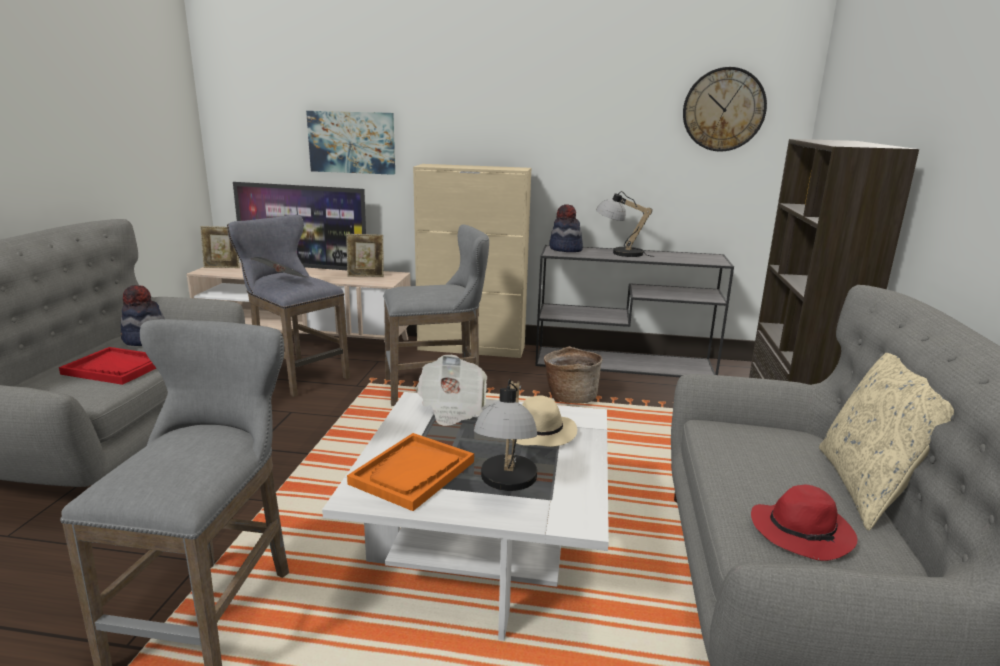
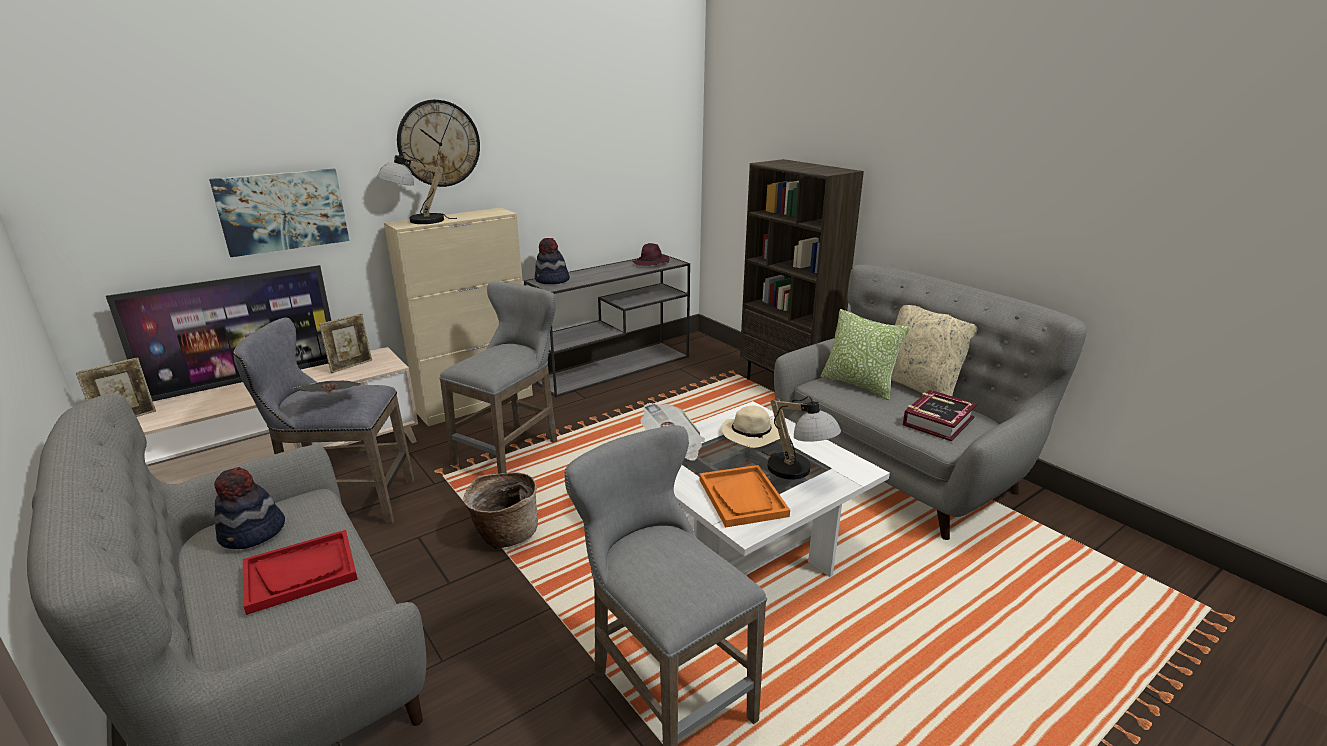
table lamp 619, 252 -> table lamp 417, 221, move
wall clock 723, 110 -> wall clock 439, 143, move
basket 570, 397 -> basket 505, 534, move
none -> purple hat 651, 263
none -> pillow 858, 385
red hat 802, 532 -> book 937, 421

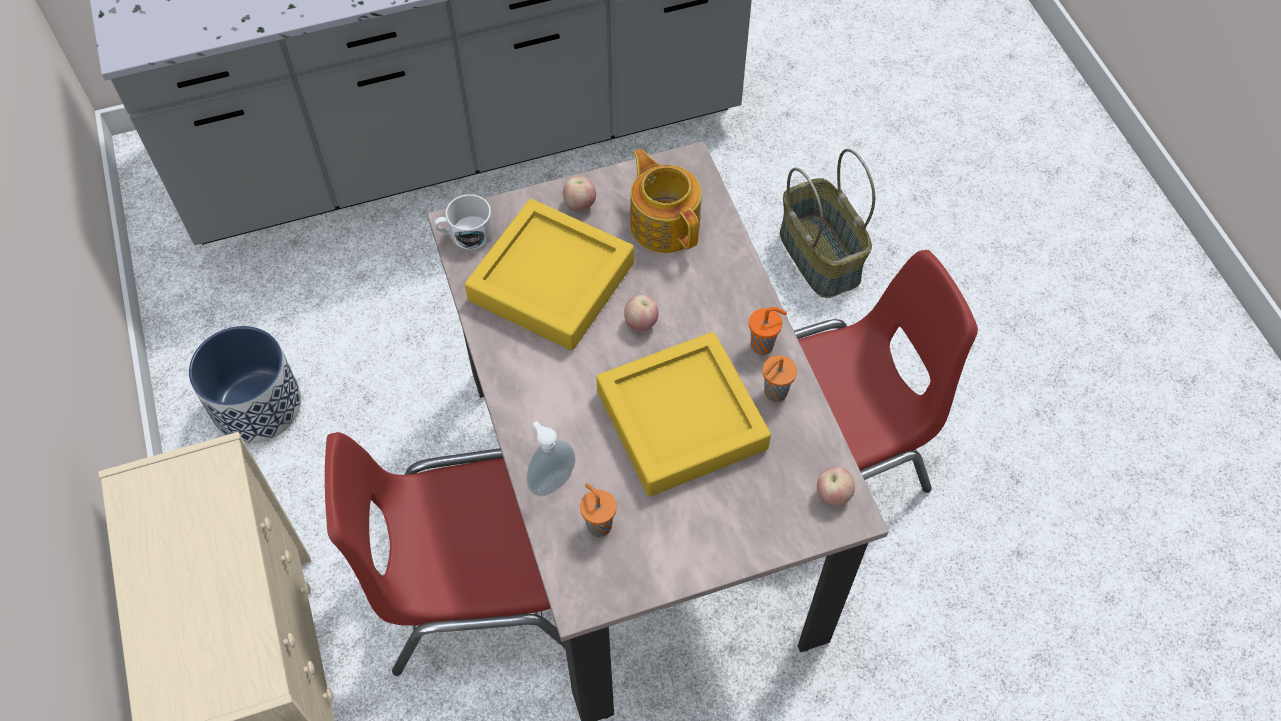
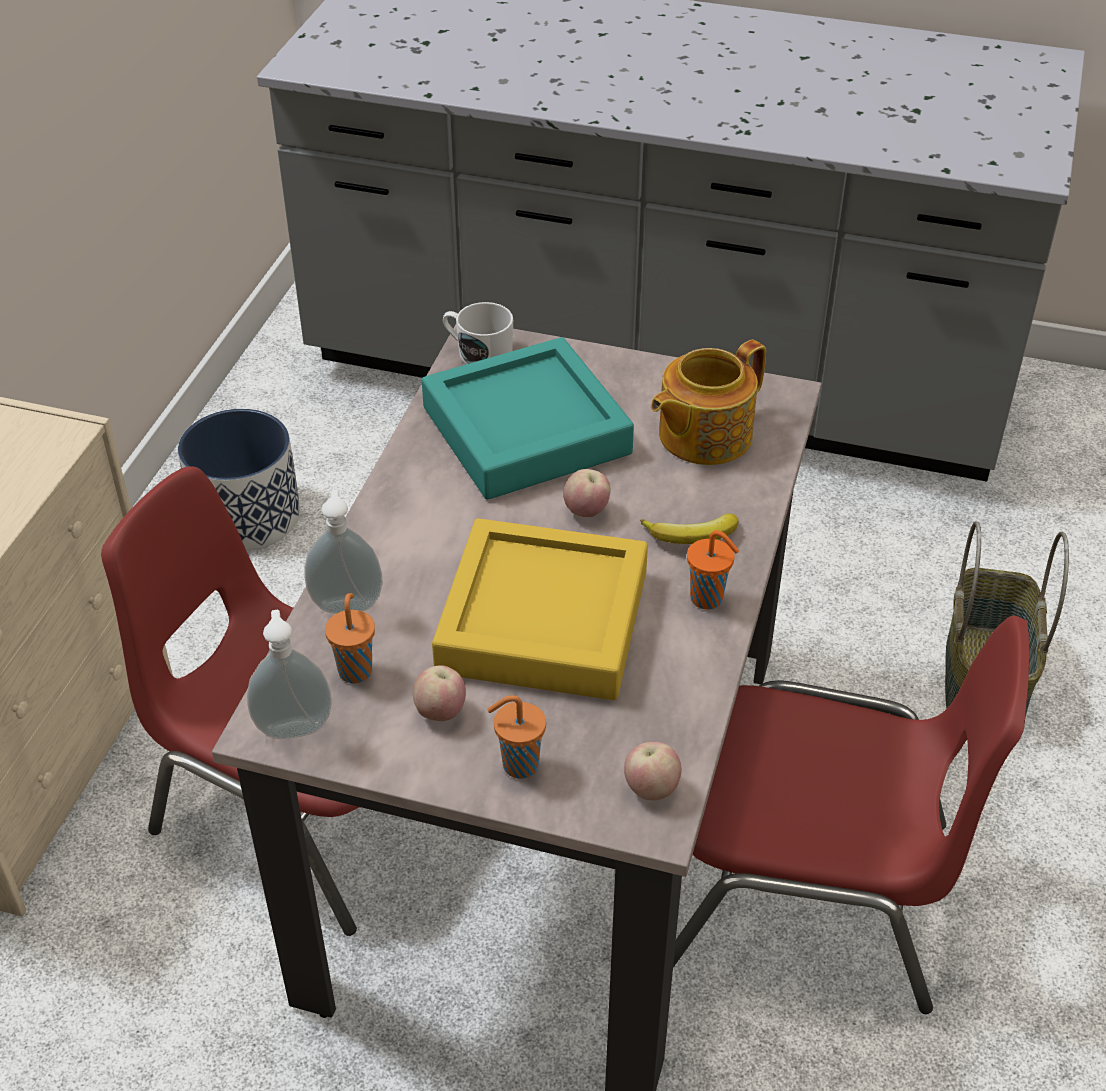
none -> soap dispenser 294, 726
apple 580, 204 -> apple 440, 712, move
yellow tray 551, 281 -> turquoise tray 526, 430
orange cup 774, 393 -> orange cup 518, 765, move
none -> banana 692, 537
teapot 665, 223 -> teapot 702, 435, 135 degrees counterclockwise

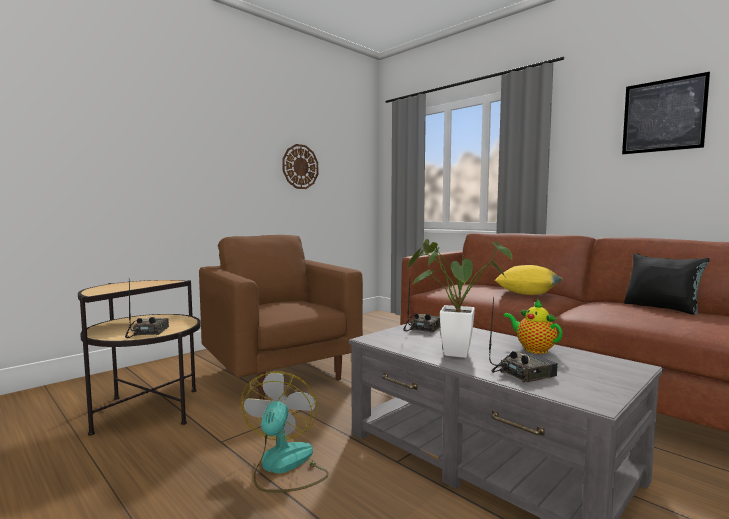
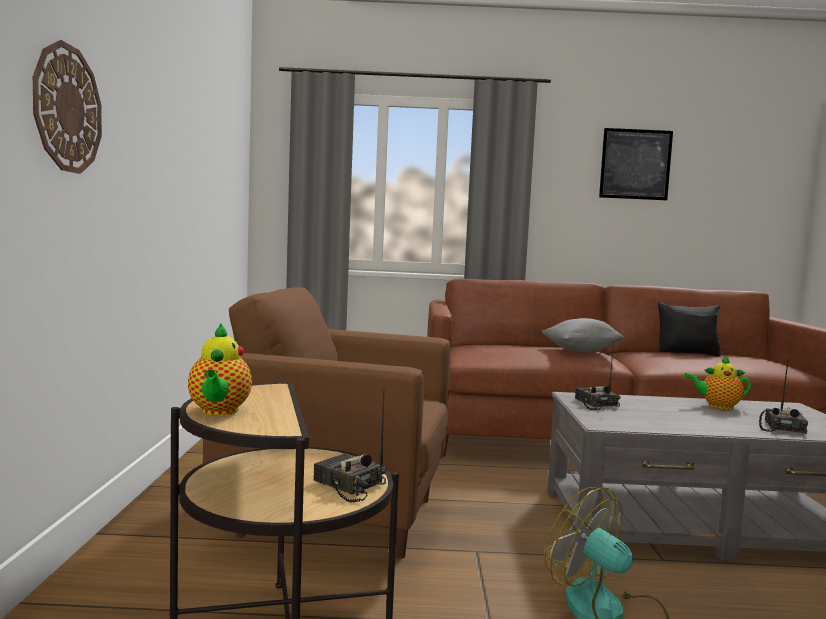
wall clock 300, 166 -> wall clock 67, 109, move
none -> teapot 219, 412
yellow pillow 528, 293 -> grey pillow 581, 351
potted plant 449, 353 -> none

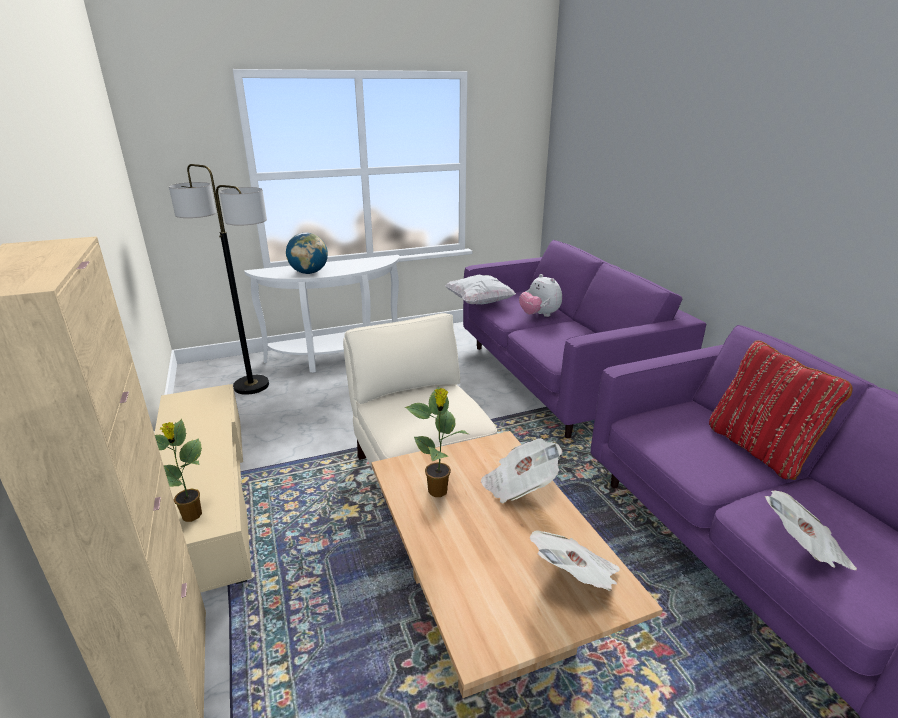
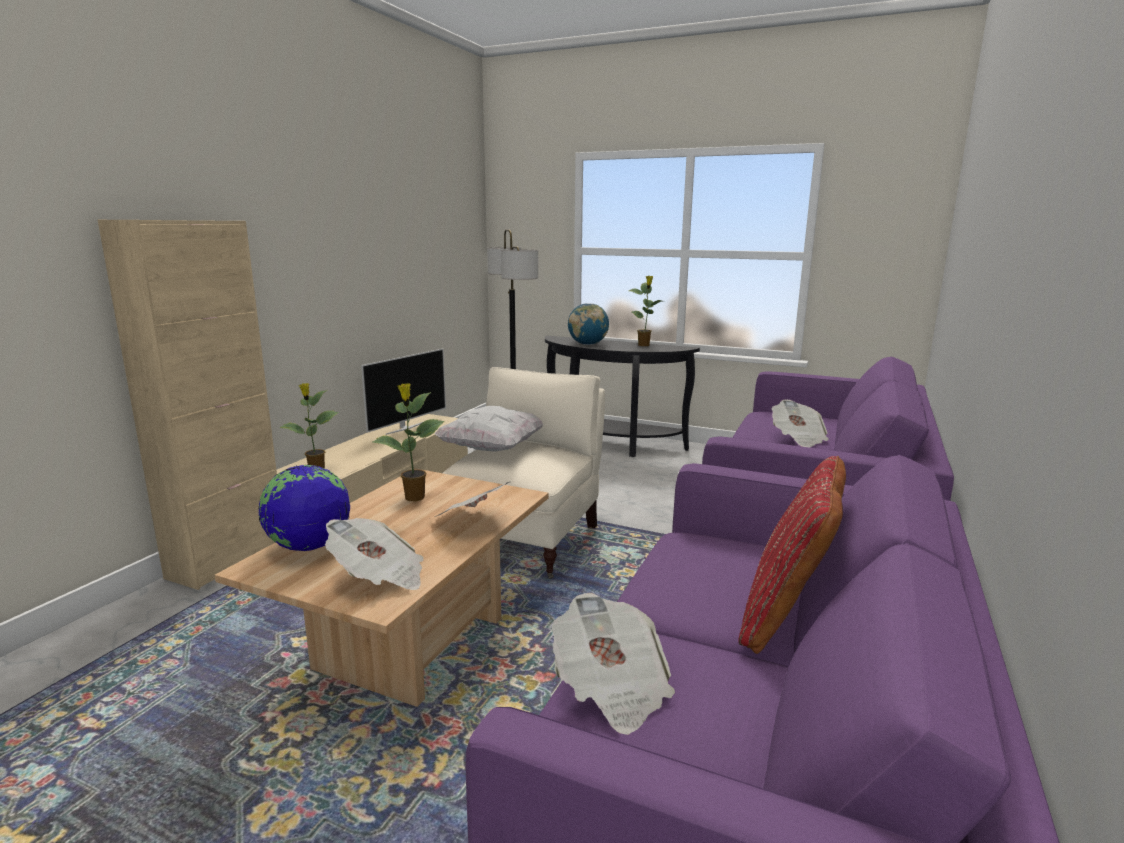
none -> globe 309, 546
none -> television 406, 427
white pillow 479, 302 -> white pillow 492, 449, move
white console table 337, 358 -> black console table 609, 445
none -> potted plant 644, 345
plush toy 539, 315 -> newspaper 798, 438

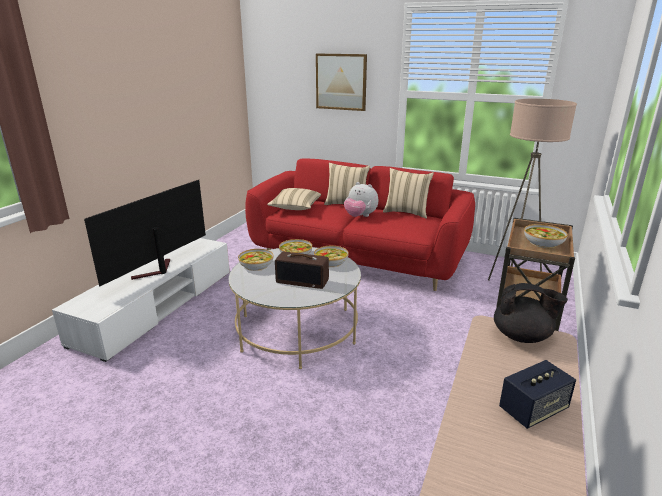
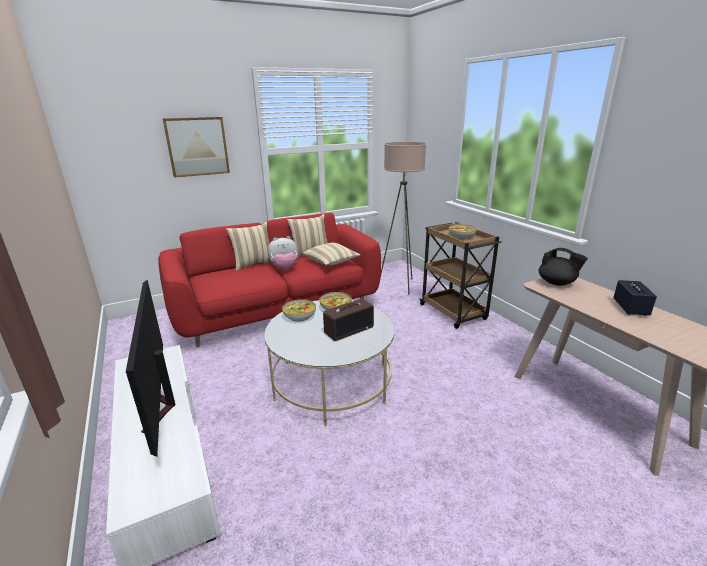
beige pillow 295, 208 -> beige pillow 331, 262, move
black teapot 522, 336 -> black teapot 557, 283, 75 degrees clockwise
bowl 256, 265 -> none

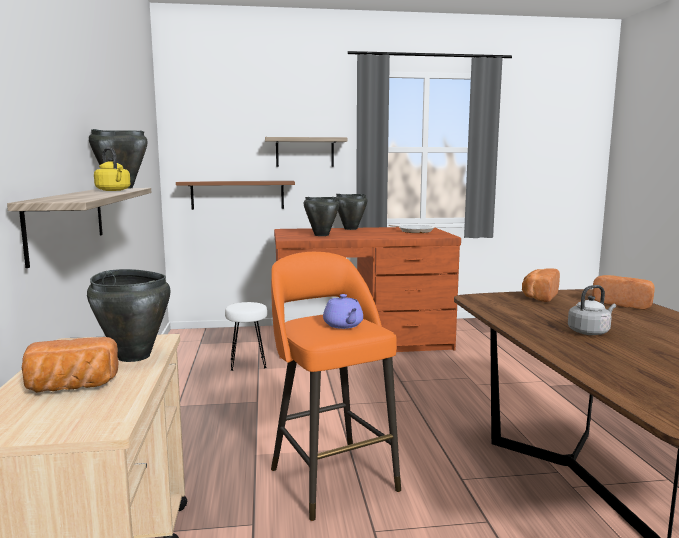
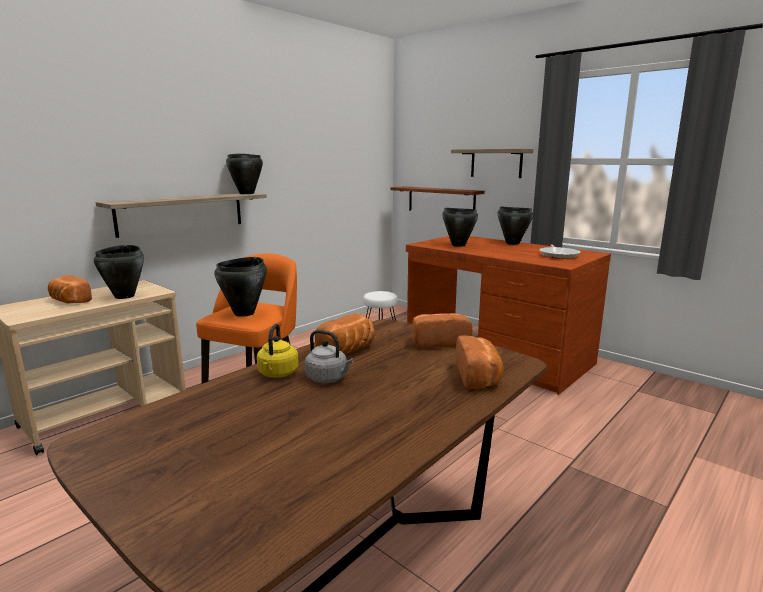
purple teapot 343, 325 -> black cooking pot 245, 313
yellow kettle 114, 190 -> yellow kettle 277, 374, move
none -> bread 348, 350

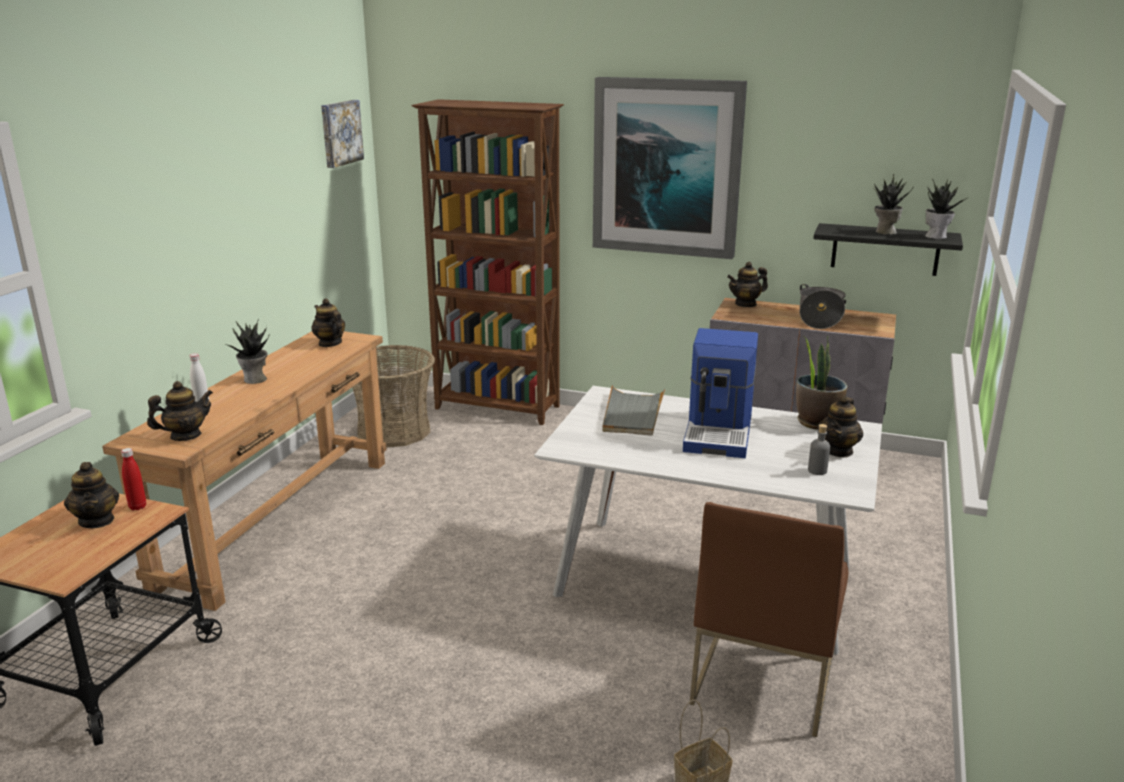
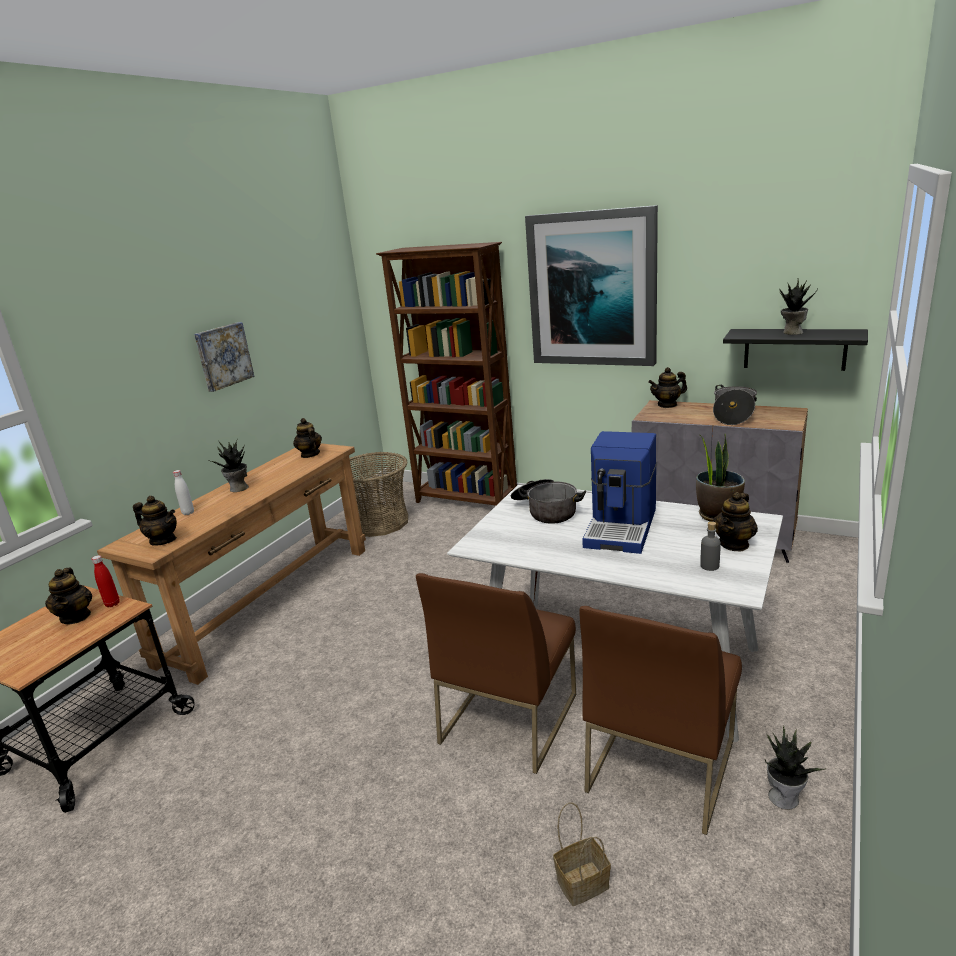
teapot 185, 436 -> teapot 163, 540, 45 degrees clockwise
picture 340, 133 -> picture 223, 356, move
none -> brown chair 508, 717
grey tray 632, 414 -> cooking pot 546, 511
potted plant 936, 236 -> potted plant 784, 797, move

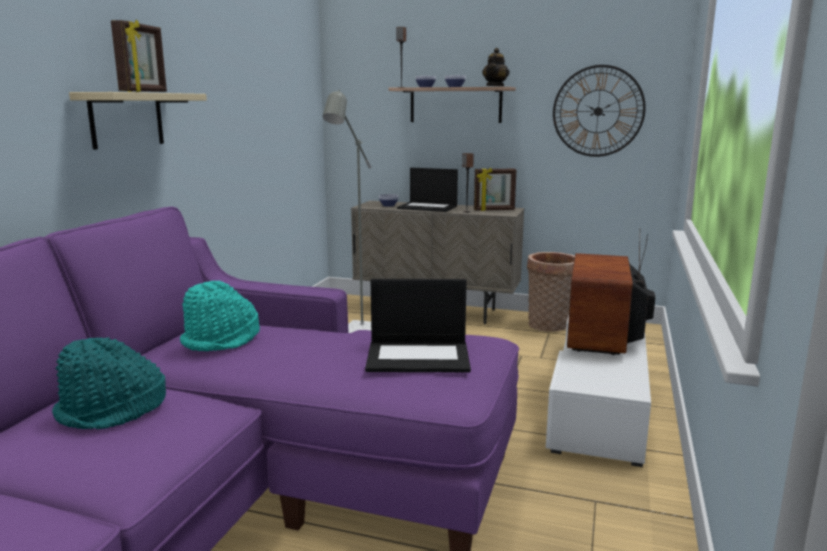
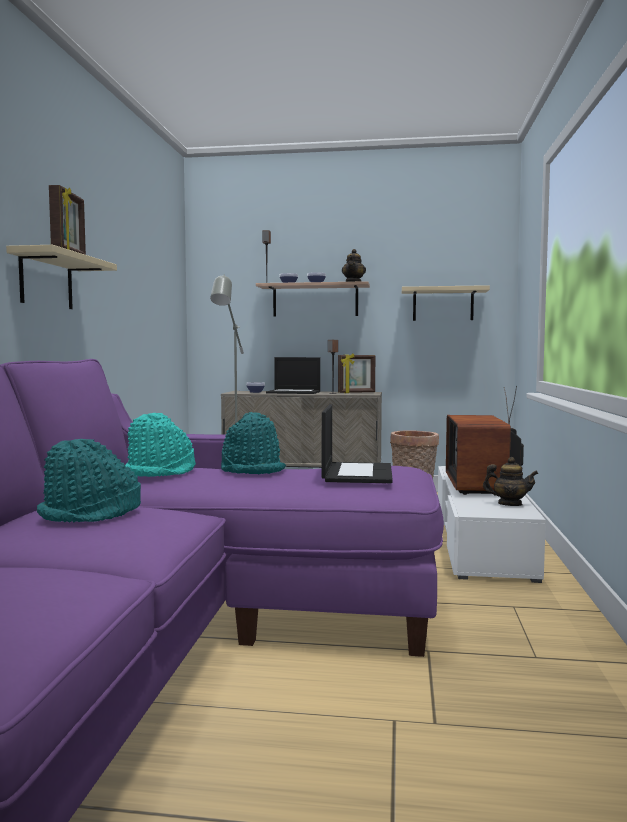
none -> turquoise hat 252, 470
laptop 419, 357 -> laptop 356, 473, 75 degrees counterclockwise
wall clock 598, 111 -> beige shelf 443, 304
none -> teapot 509, 504

